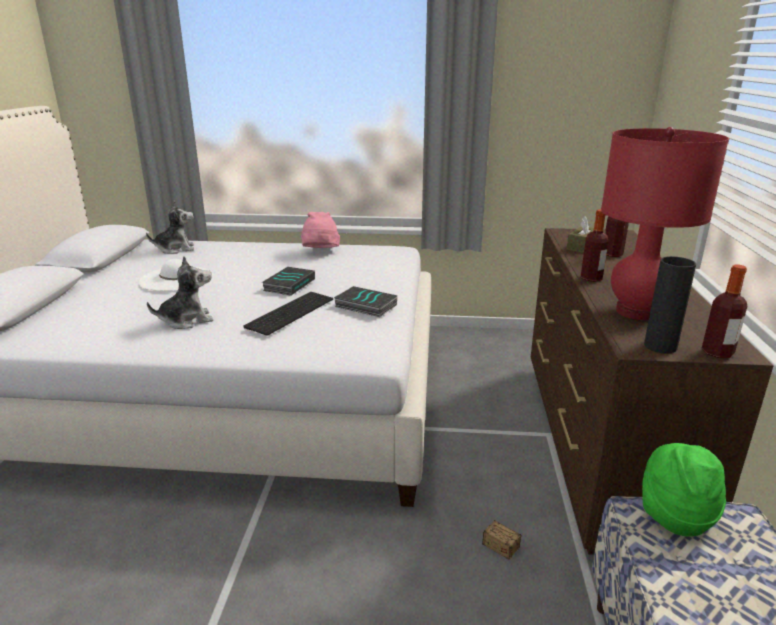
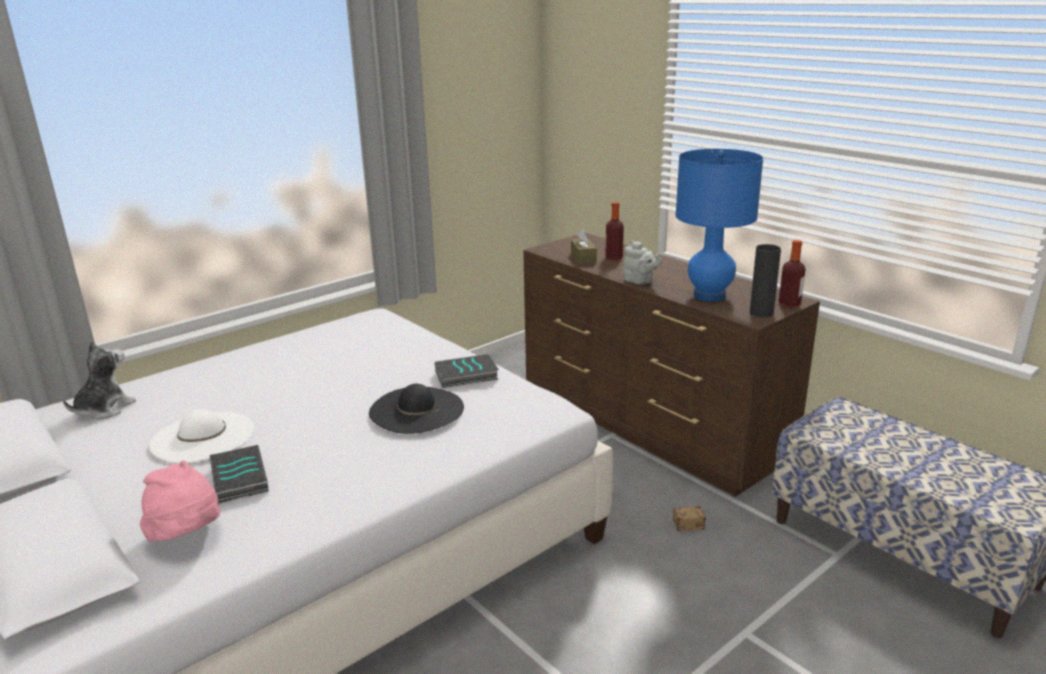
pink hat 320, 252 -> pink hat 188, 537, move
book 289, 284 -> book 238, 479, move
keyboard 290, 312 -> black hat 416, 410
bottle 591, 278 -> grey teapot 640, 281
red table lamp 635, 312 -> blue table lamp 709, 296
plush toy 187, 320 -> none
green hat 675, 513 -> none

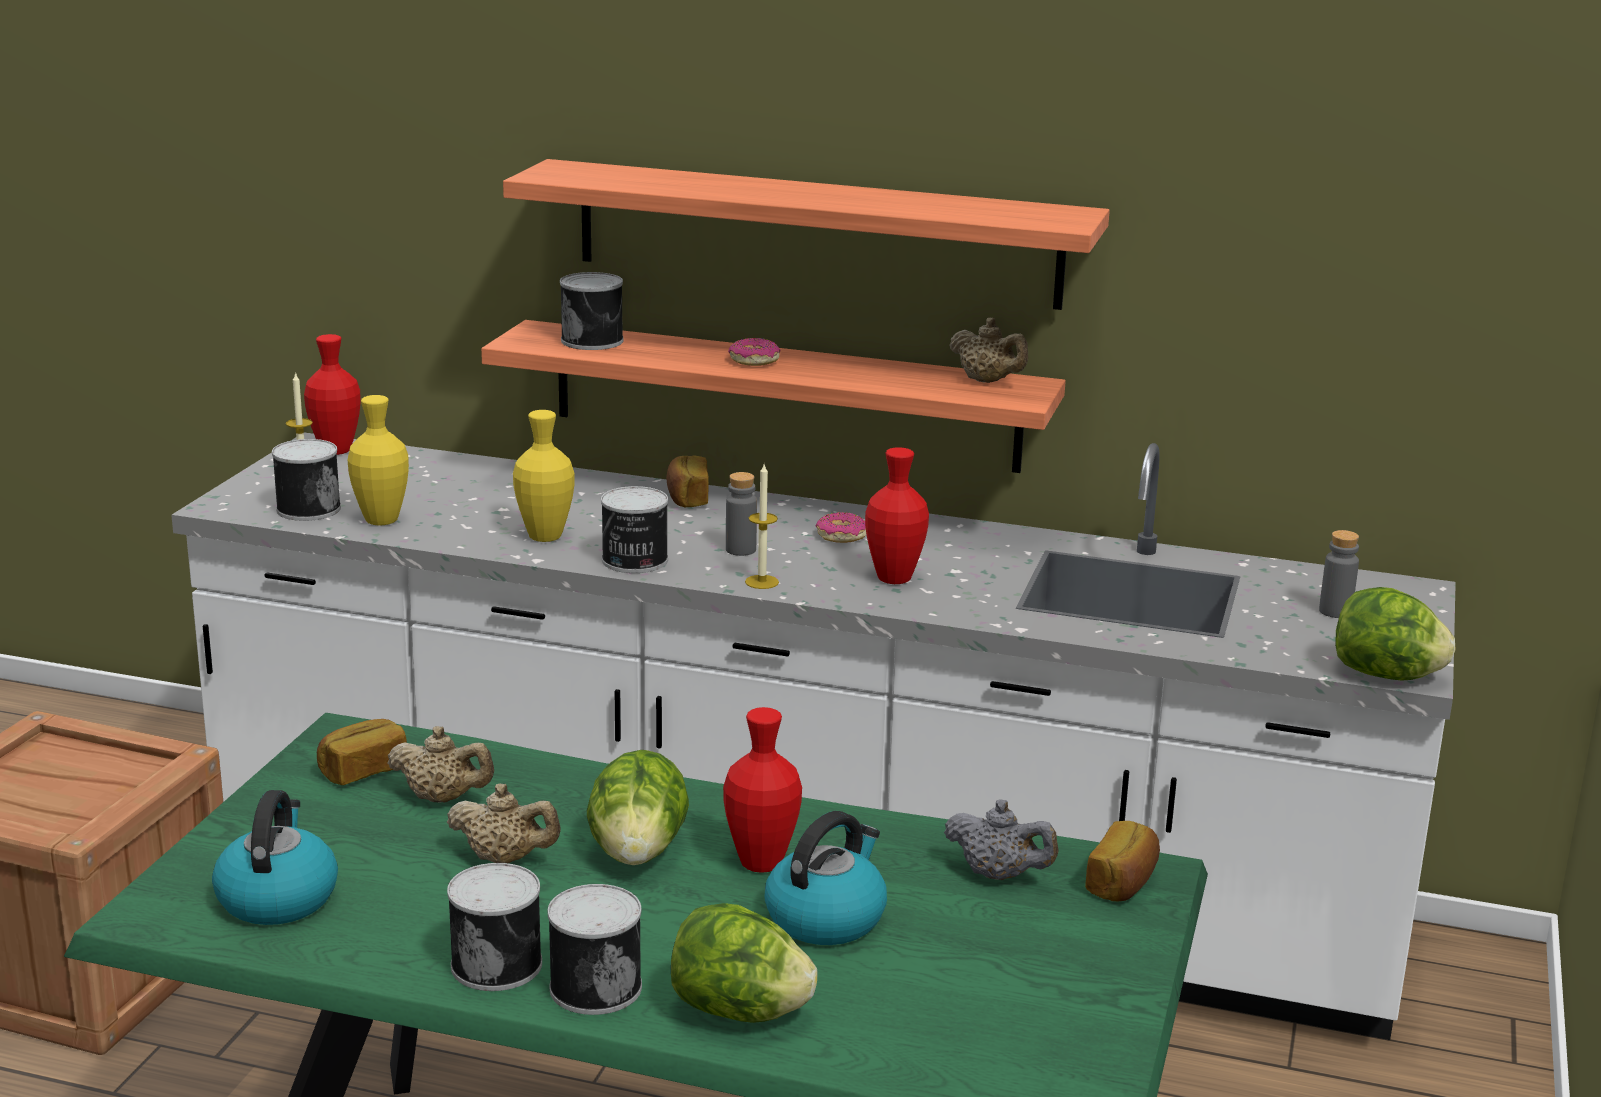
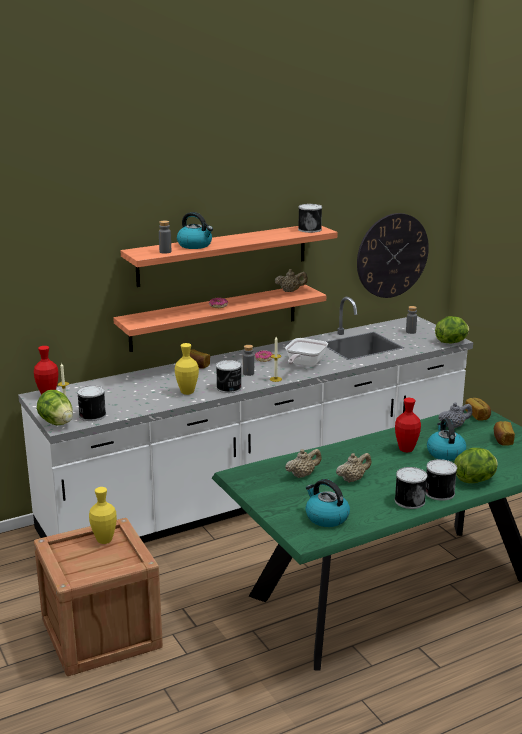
lettuce 638, 852 -> lettuce 57, 423, move
yellow vase 381, 520 -> yellow vase 104, 540, move
none -> grey bottle 165, 252
none -> kettle 195, 245
red vase 894, 579 -> frying pan 304, 364
can 594, 340 -> can 310, 229, move
none -> wall clock 392, 255
bread 363, 770 -> bread 502, 440, move

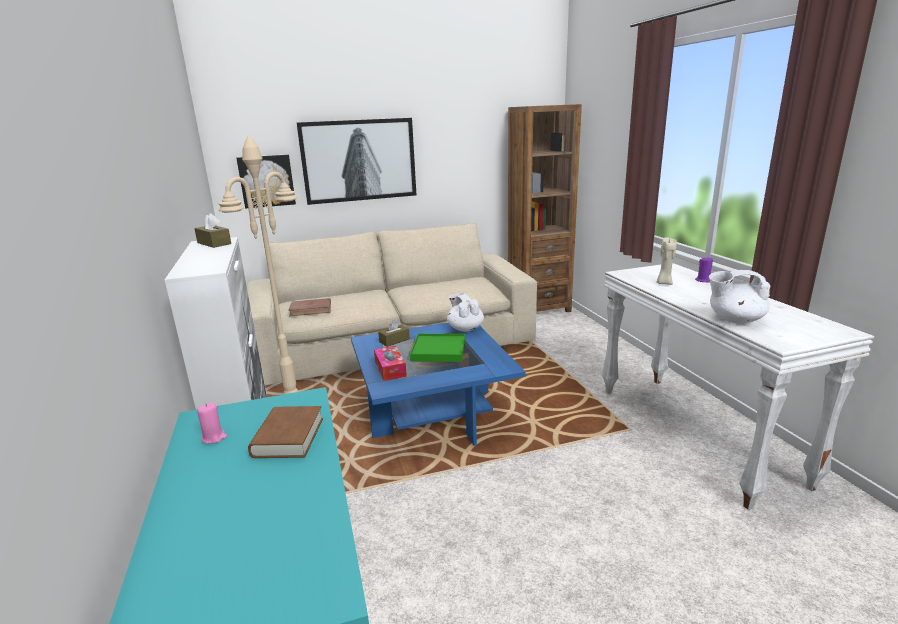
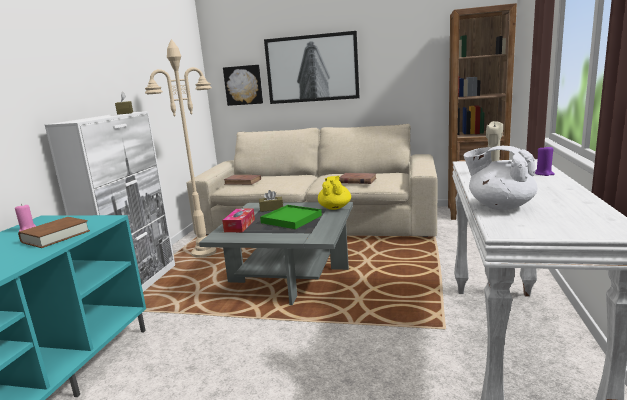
blue coffee table 434, 414 -> grey coffee table 289, 276
white teapot 465, 328 -> yellow teapot 334, 207
none -> brown book 357, 180

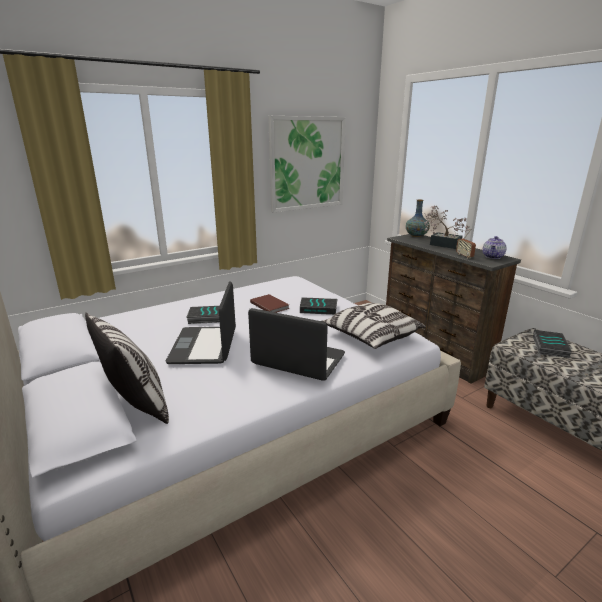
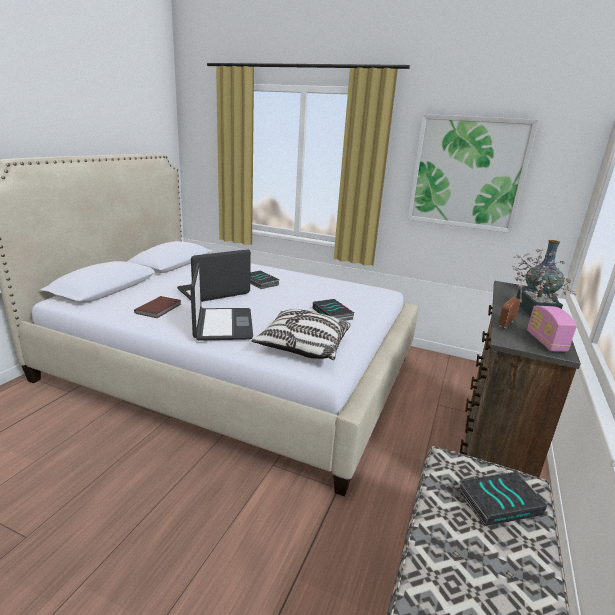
brown book 270, 305 -> brown book 160, 308, move
teapot 493, 257 -> radio 545, 342
pillow 136, 404 -> none

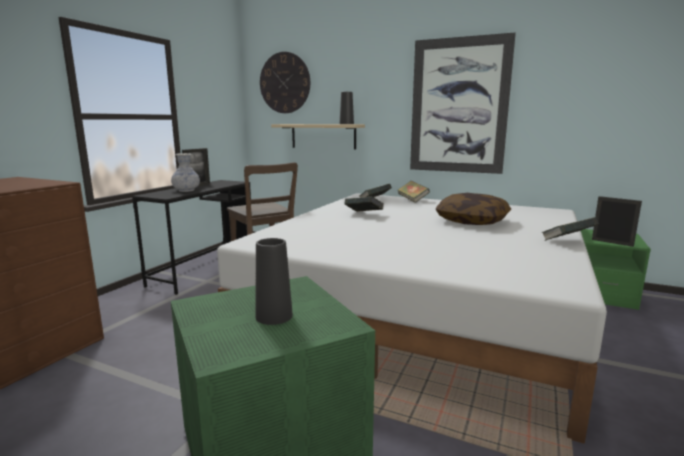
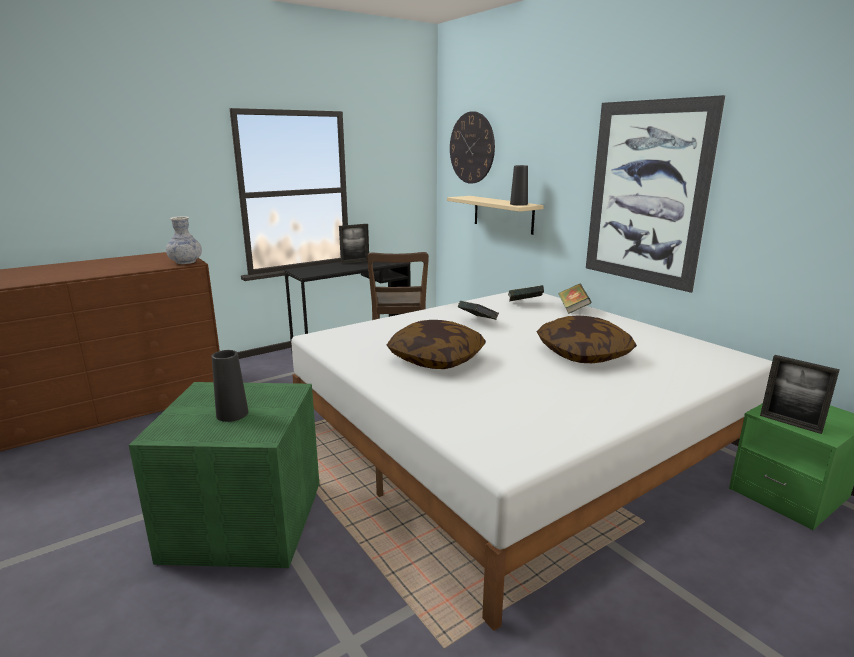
vase 186, 190 -> vase 186, 262, move
none -> pillow 436, 359
picture frame 612, 242 -> picture frame 790, 423, 150 degrees clockwise
book 567, 242 -> none

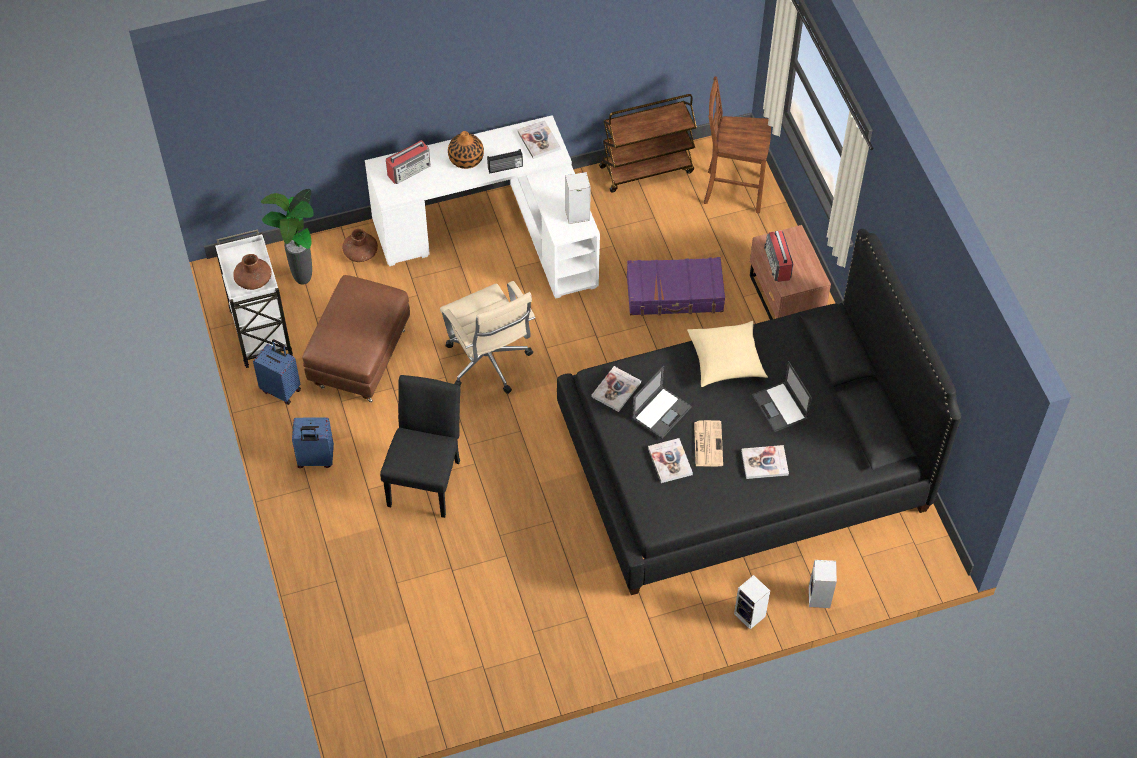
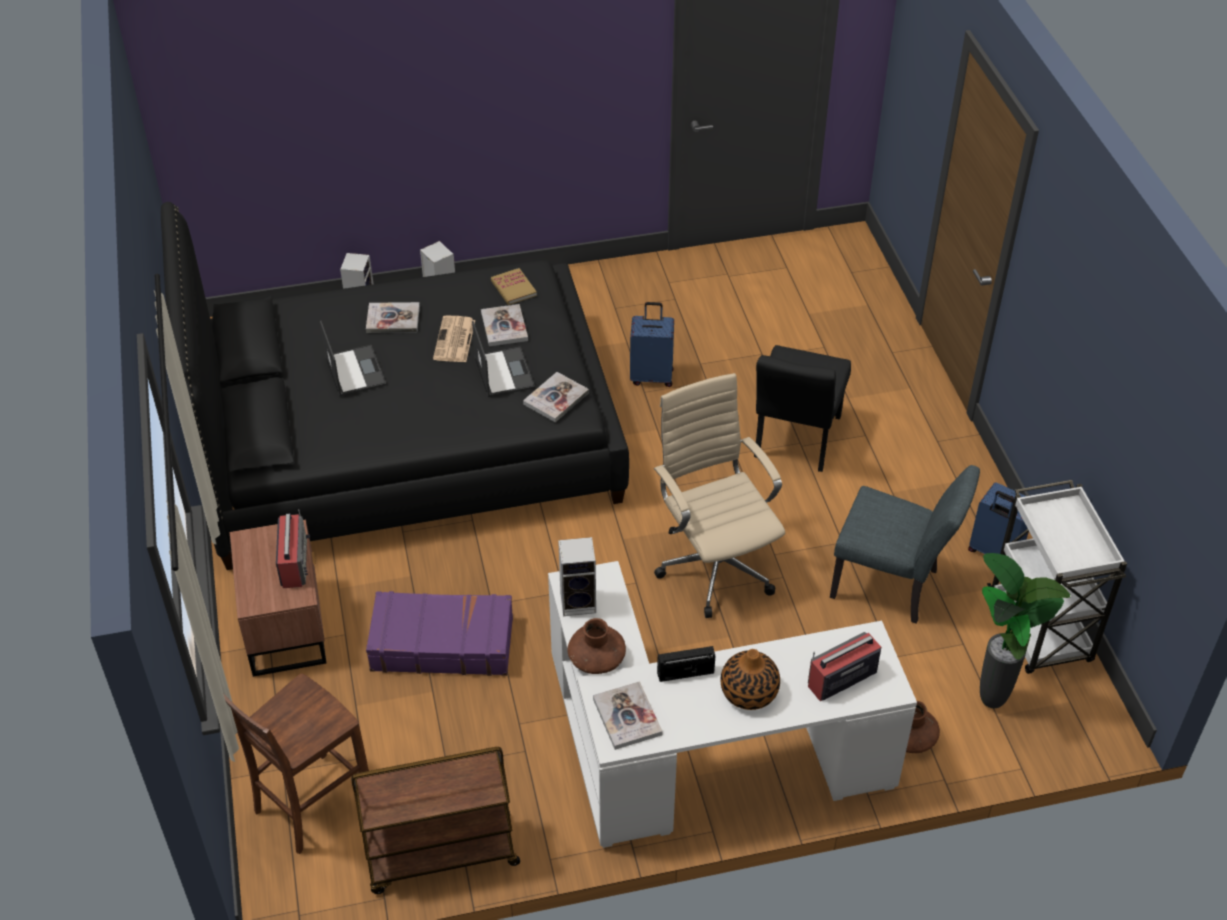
brown chair 732, 190 -> brown chair 310, 805, 120 degrees clockwise
laptop 661, 412 -> laptop 503, 372, 120 degrees clockwise
none -> book 513, 288
brown vase 253, 280 -> brown vase 596, 659, move
blue suitcase 315, 459 -> blue suitcase 652, 376, move
brown ottoman 360, 357 -> grey chair 893, 586
beige pillow 726, 360 -> none

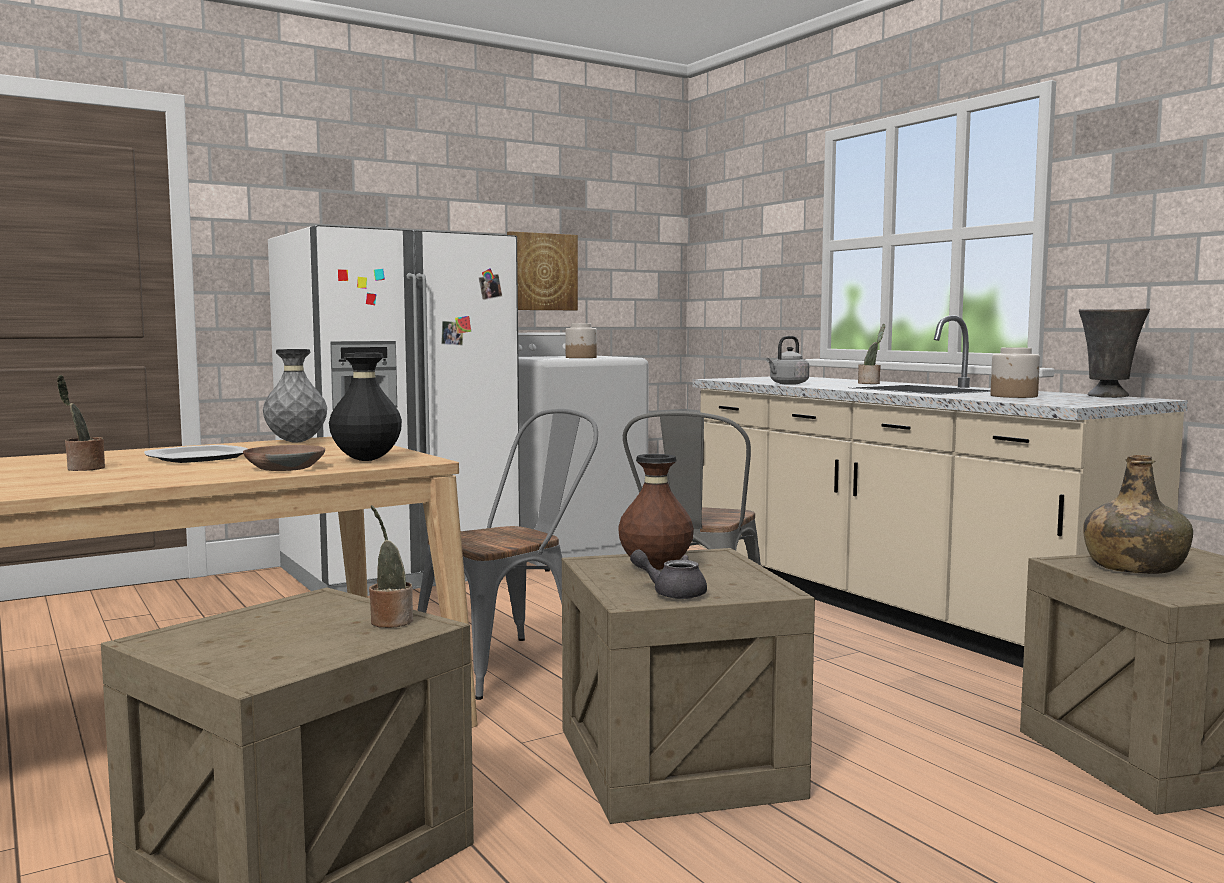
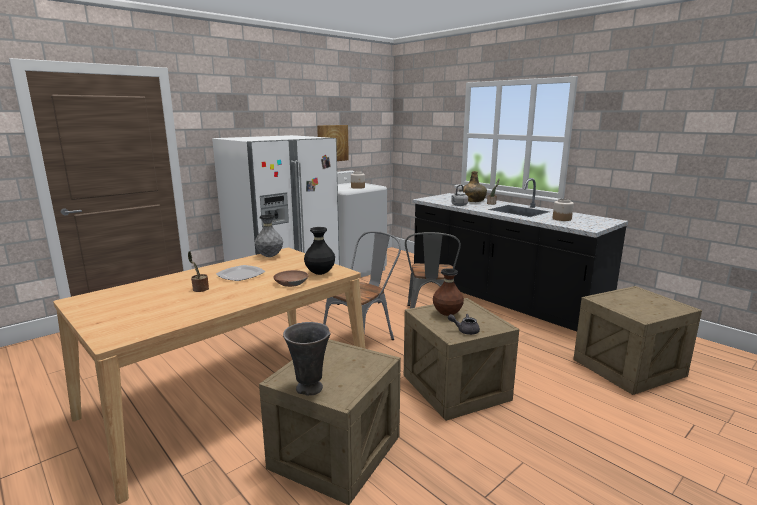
grey vase 1109, 396 -> grey vase 310, 389, move
beige counter 892, 608 -> black counter 501, 297
green bottle 1133, 567 -> green bottle 473, 201, move
potted plant 390, 621 -> none

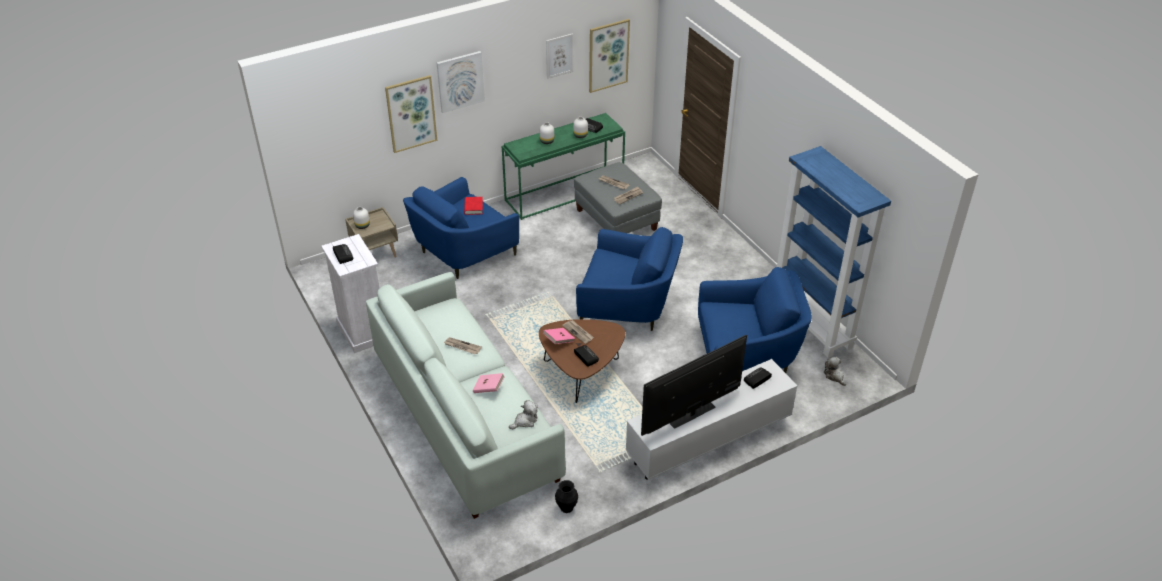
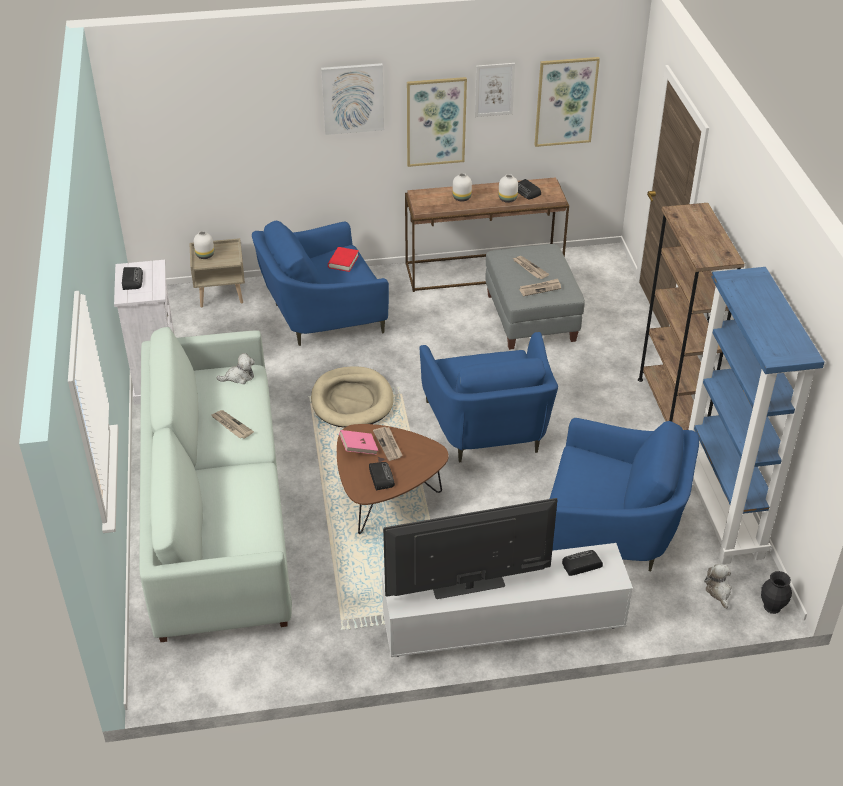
plush toy 525, 421 -> plush toy 239, 377, move
none -> beige dog bed 352, 401
green console table 564, 192 -> brown console table 484, 270
picture 411, 113 -> picture 436, 121, move
blue armchair 628, 306 -> blue armchair 489, 429, 45 degrees clockwise
none -> brown bookcase 671, 407
black vase 566, 508 -> black vase 771, 607, move
pink book 489, 388 -> none

